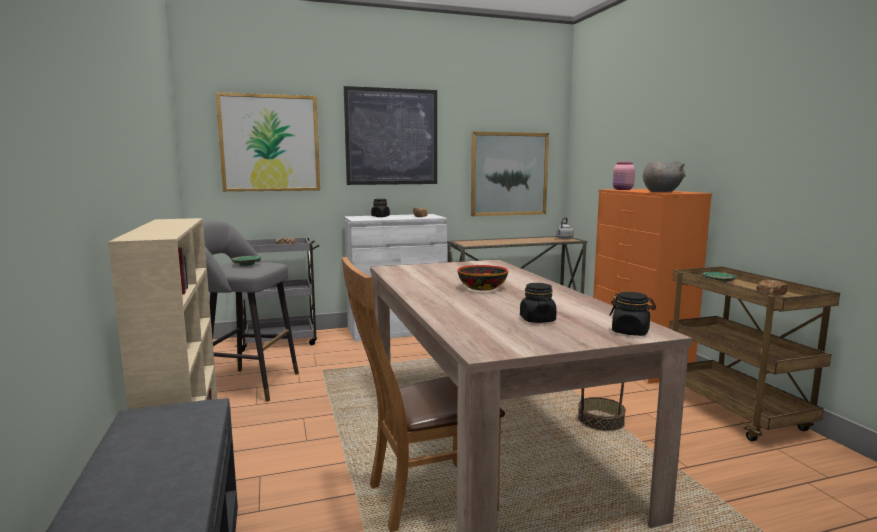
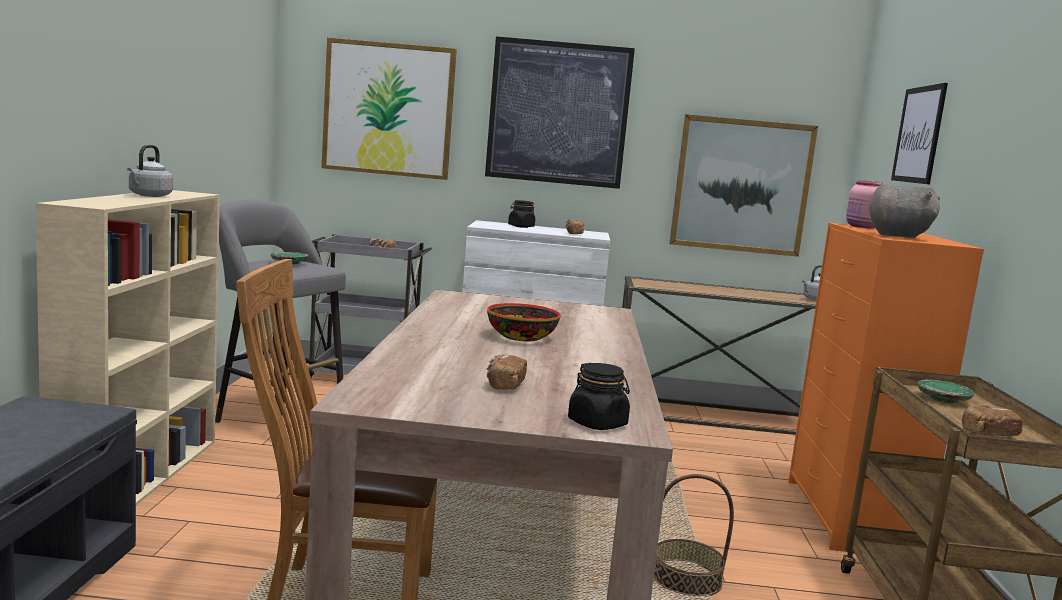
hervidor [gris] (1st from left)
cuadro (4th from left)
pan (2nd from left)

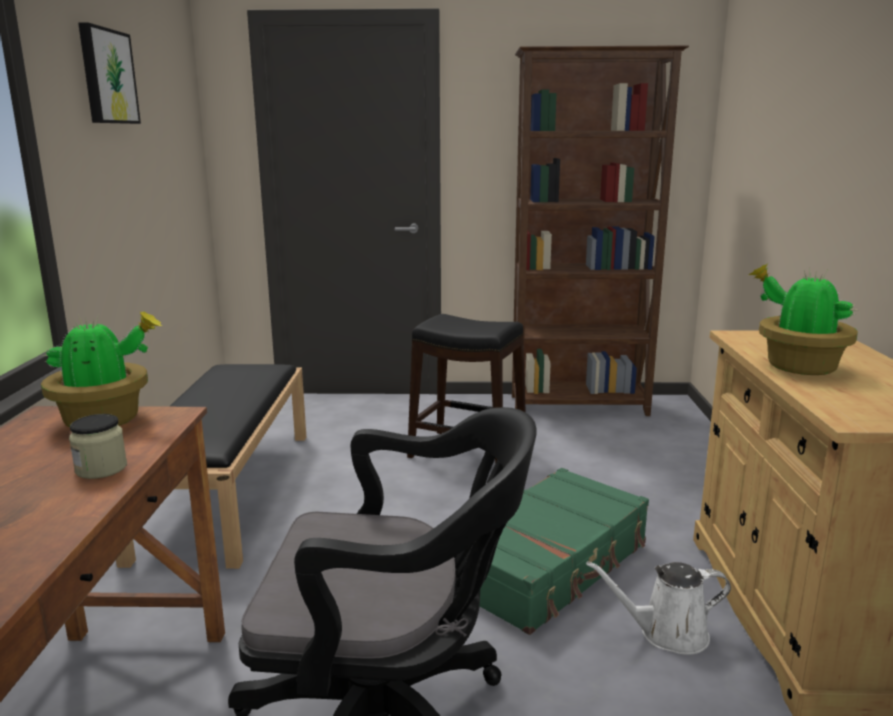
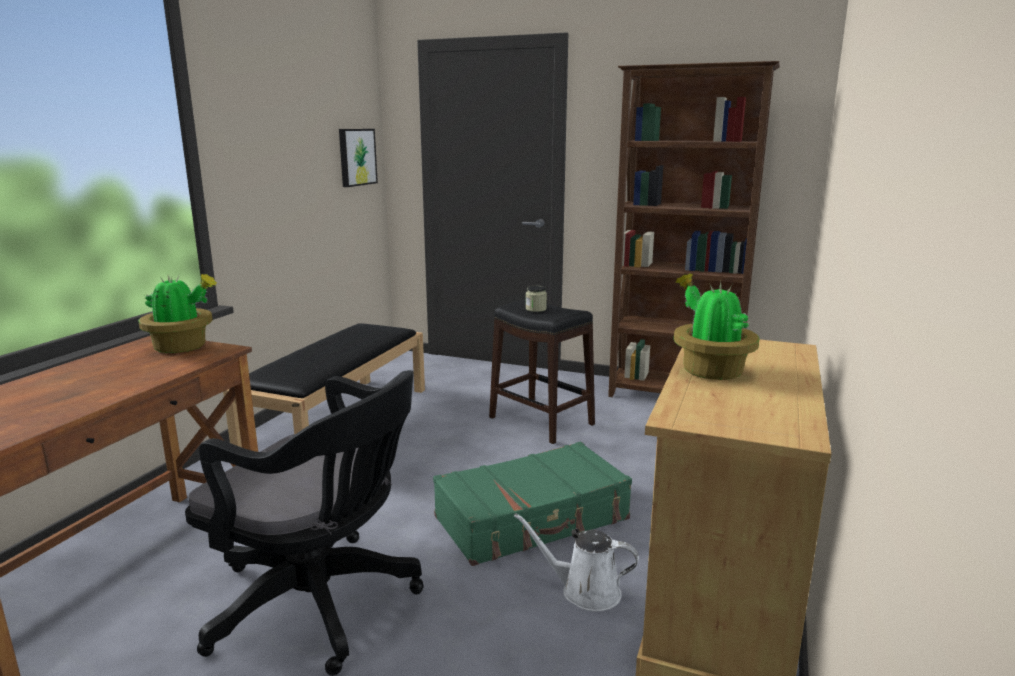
tarro
cuadro

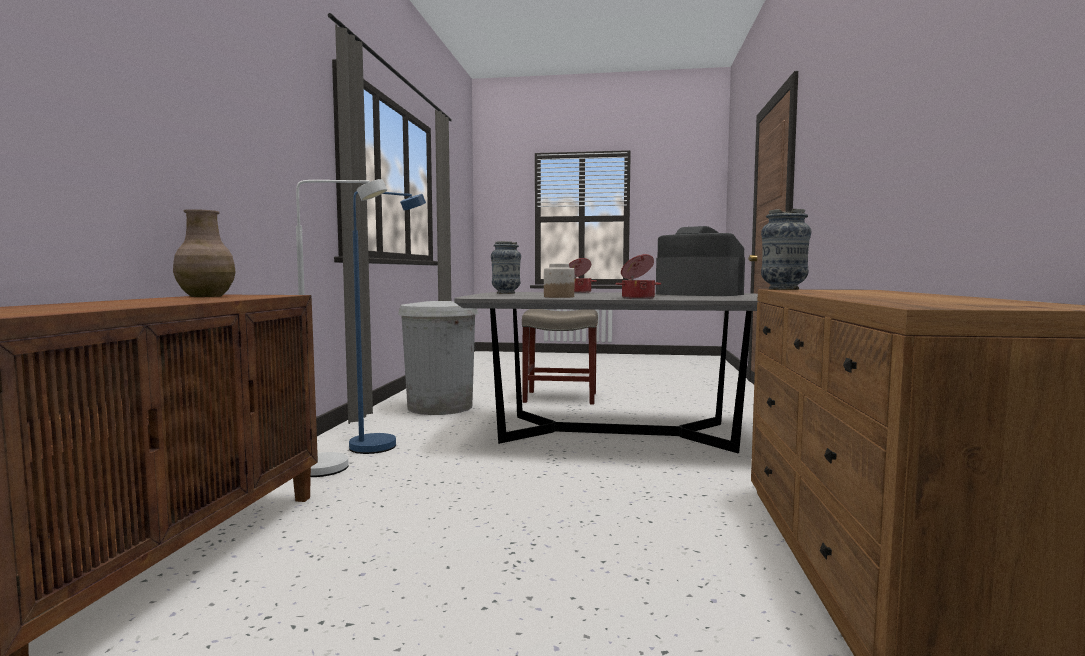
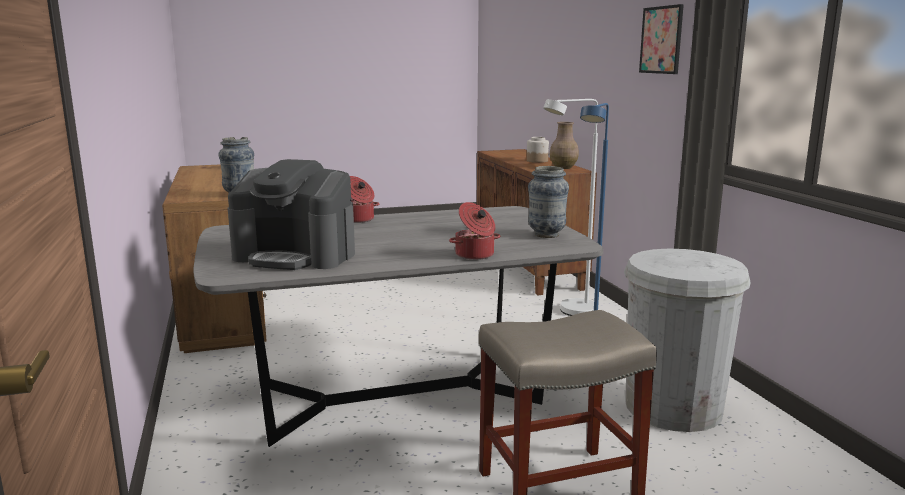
cuadro
tarro

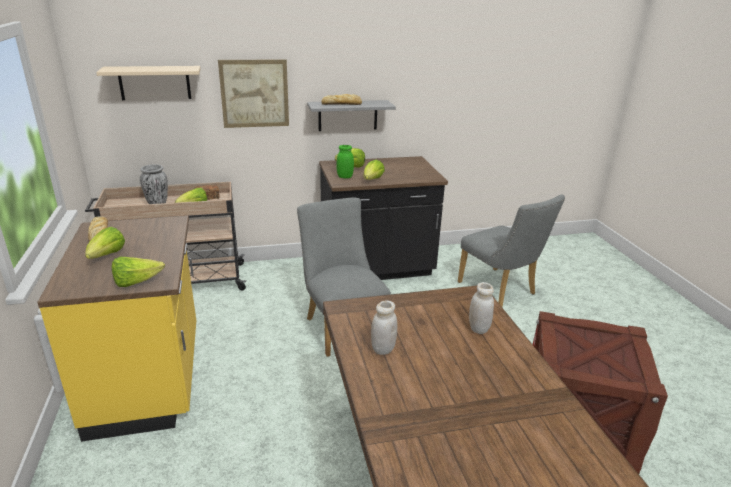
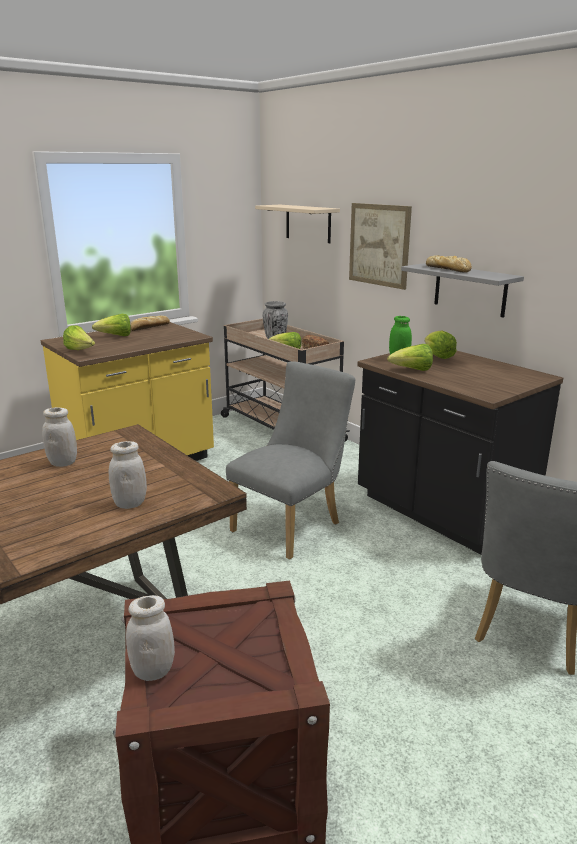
tarro [blanco] (3rd from left)

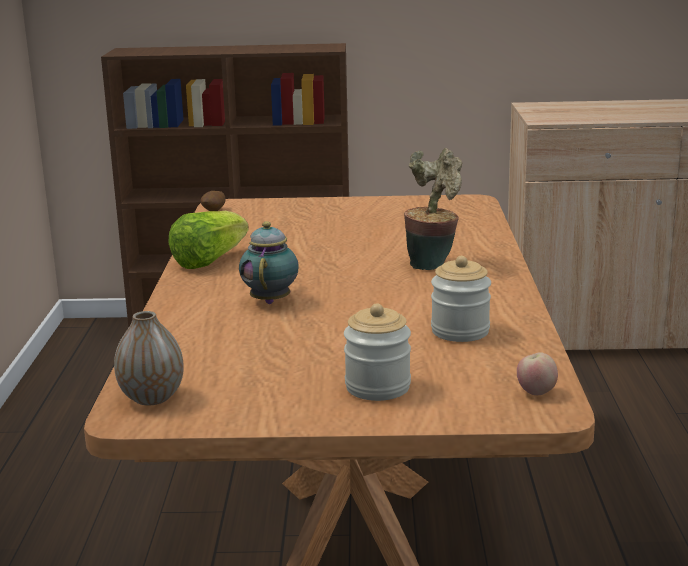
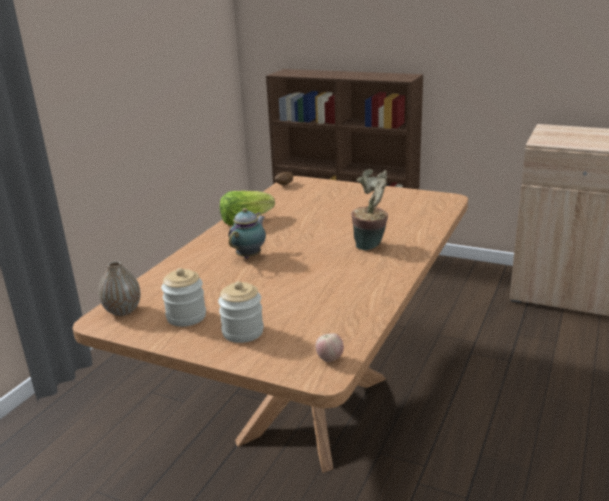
tarro (1st from left)

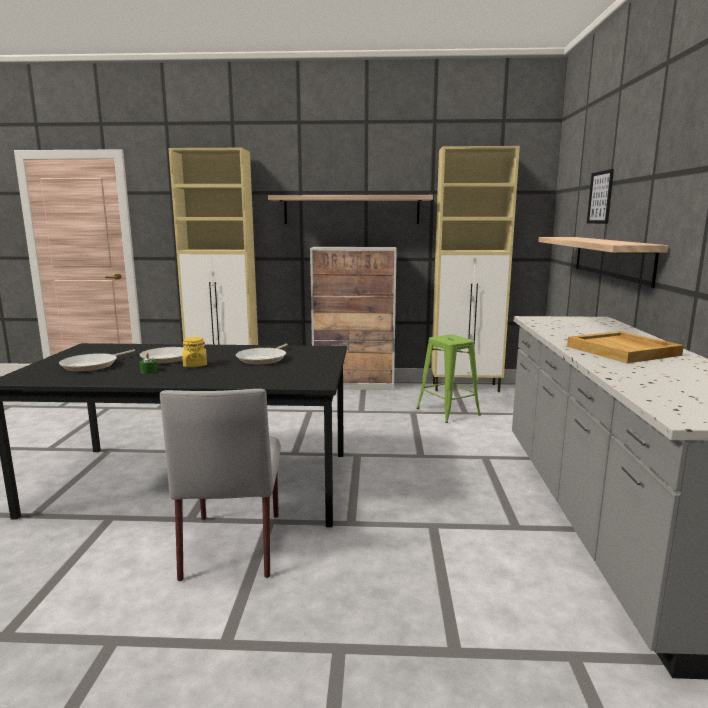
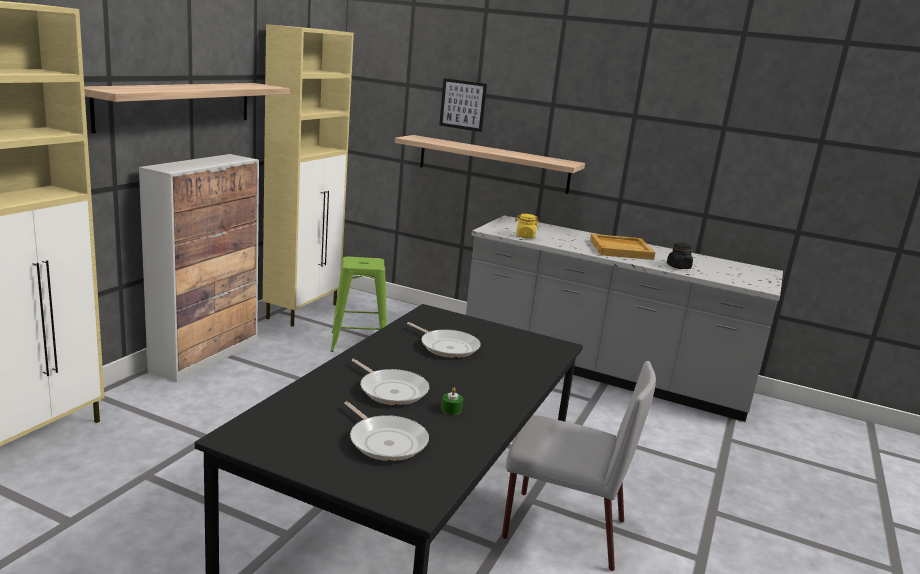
tarro [negro]
tarro [amarillo]

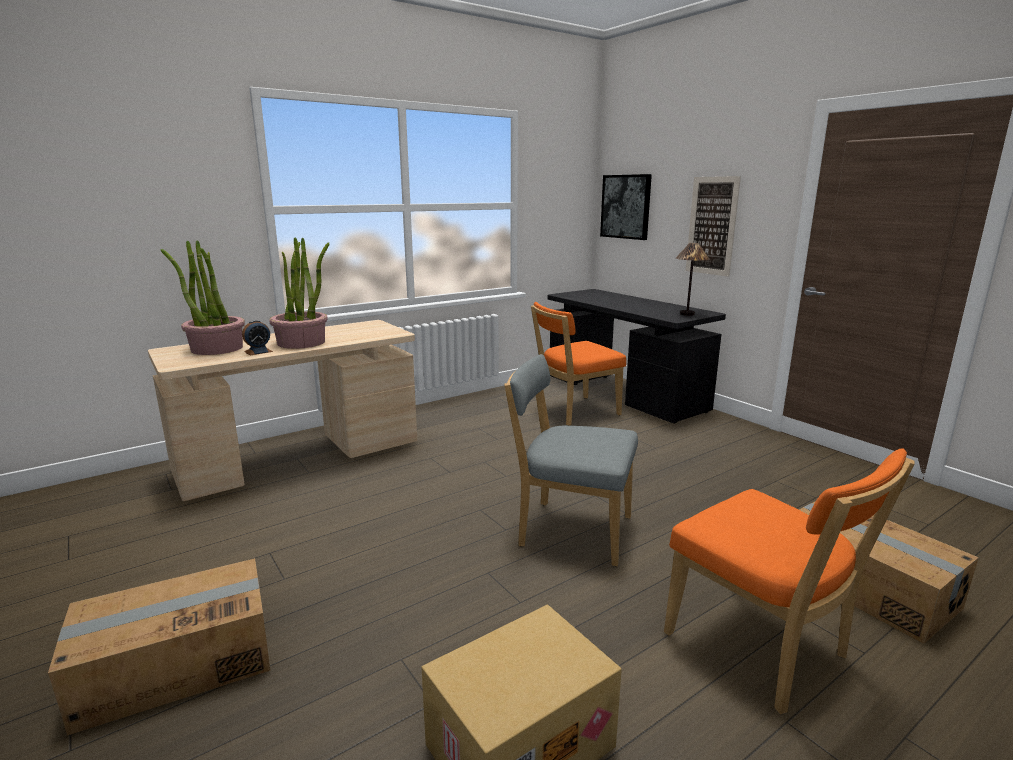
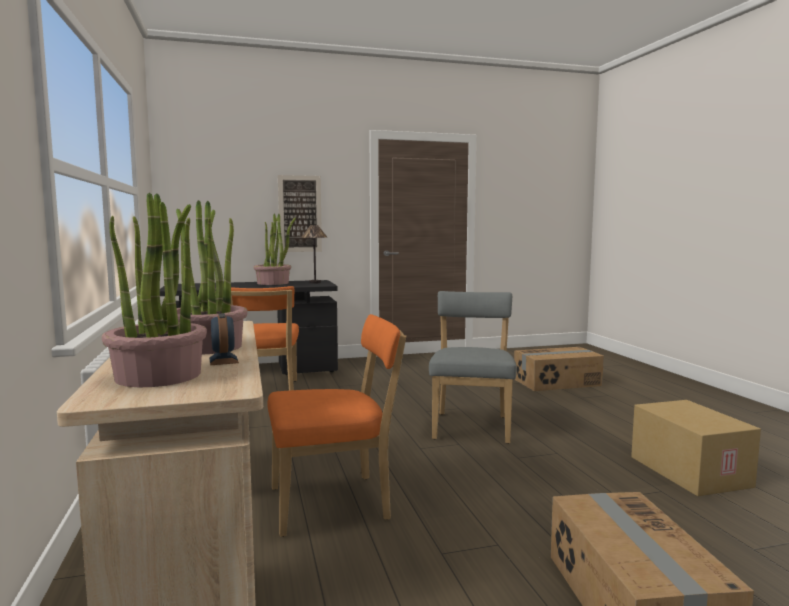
cuadro (1st from left in the first image)
planta en maceta (3rd from left)
silla [naranja] (2nd from left)
silla [gris]

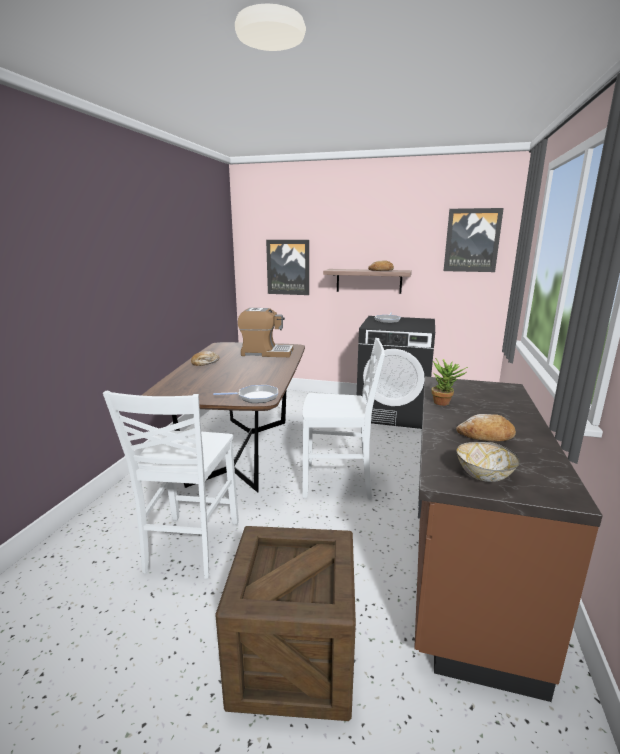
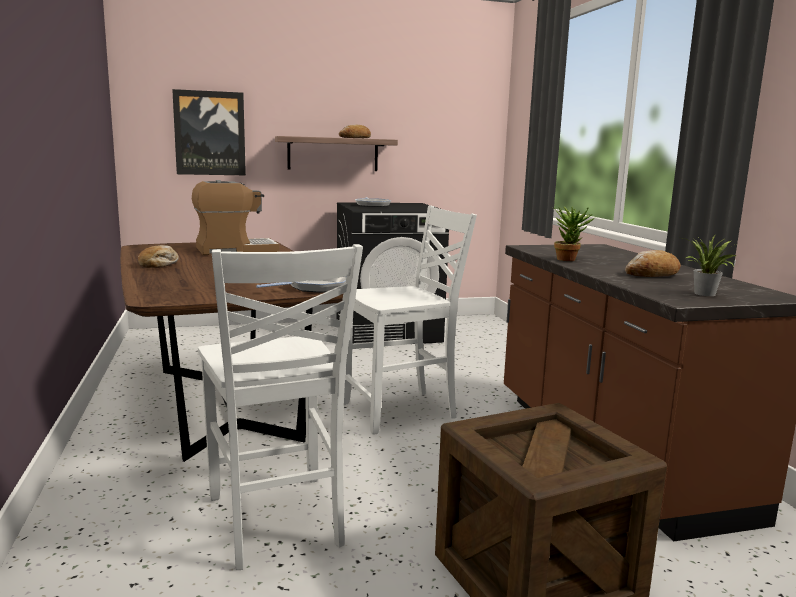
cuadro (2nd from left in the first image)
planta en maceta (2nd from left)

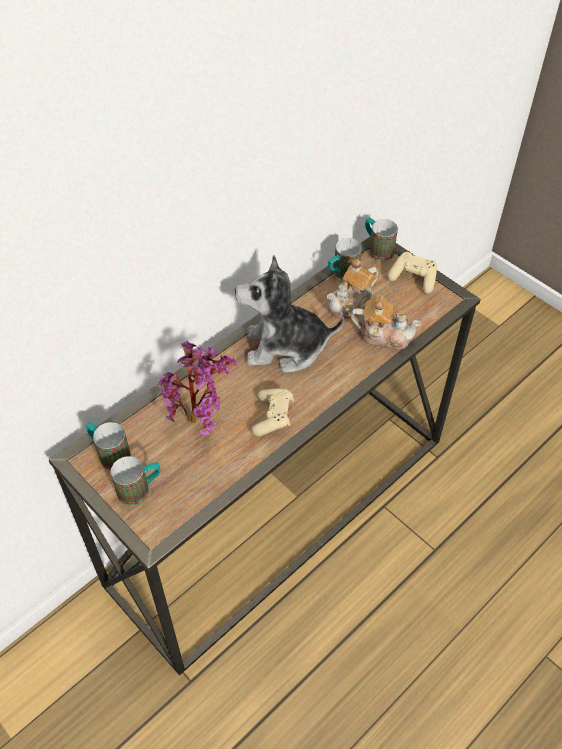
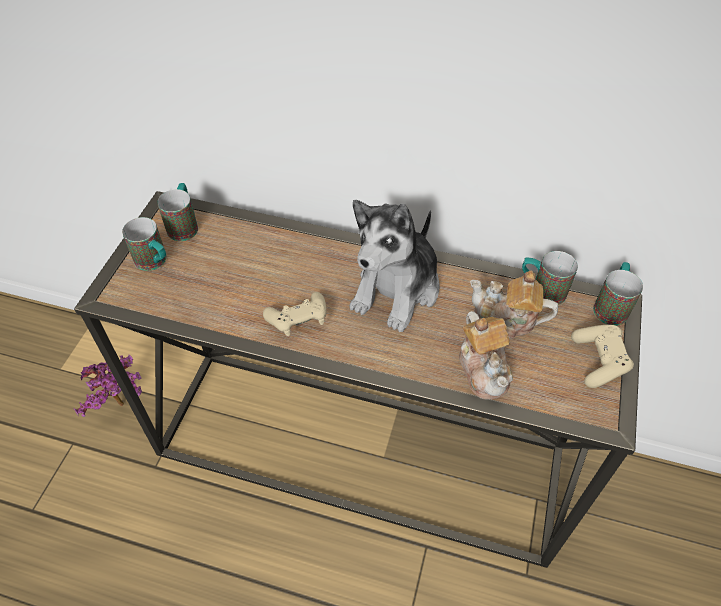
planta en maceta
peluche

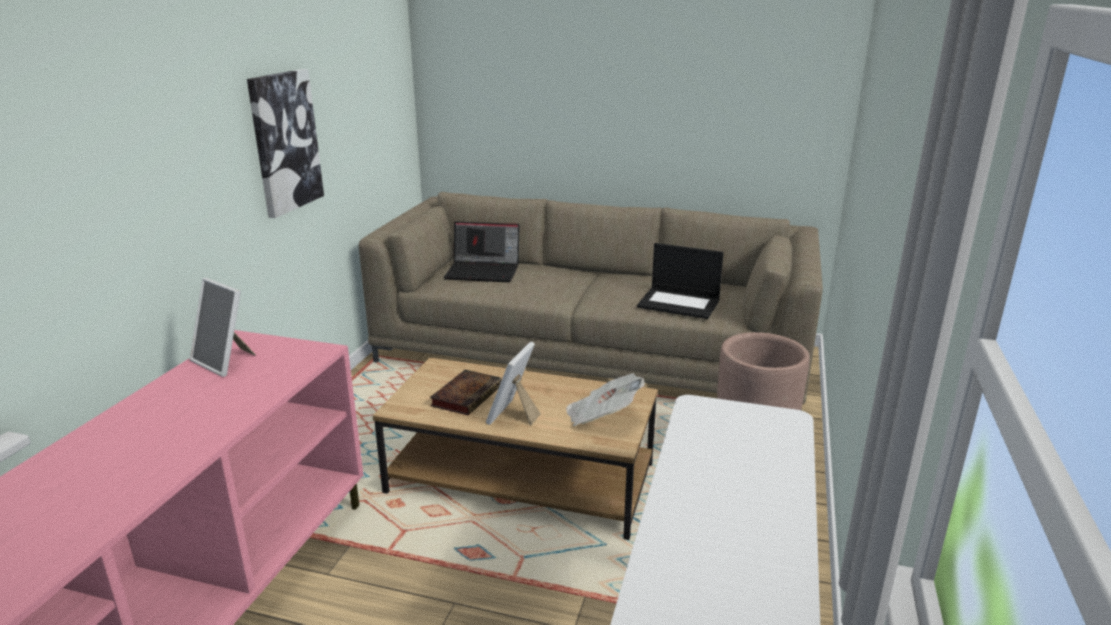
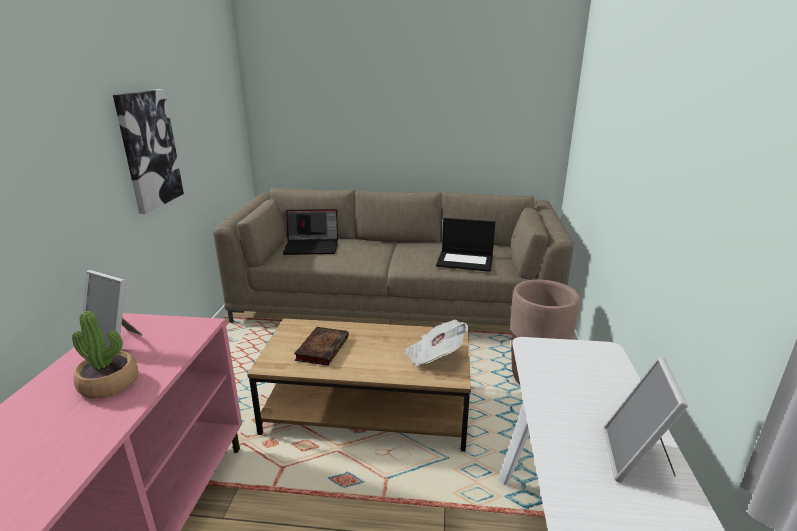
planta en maceta
portarretratos (2nd from left)

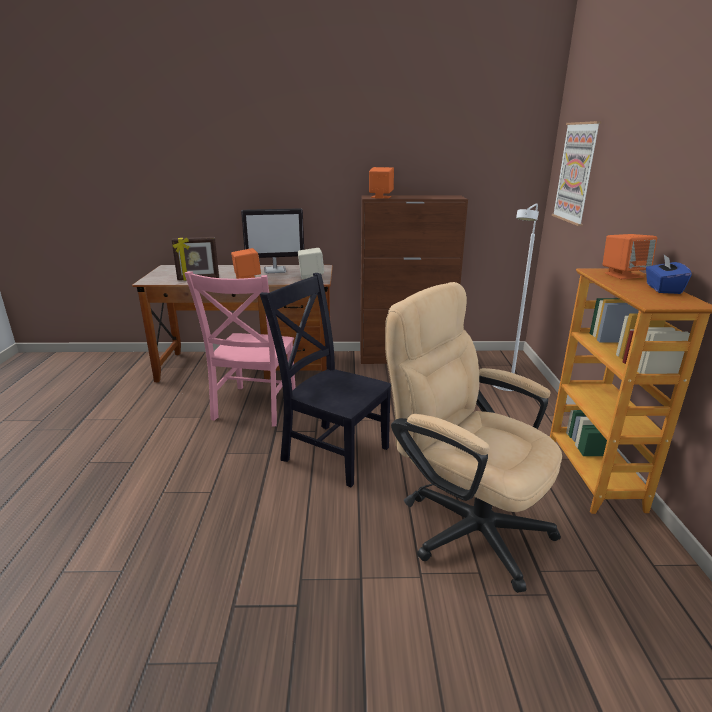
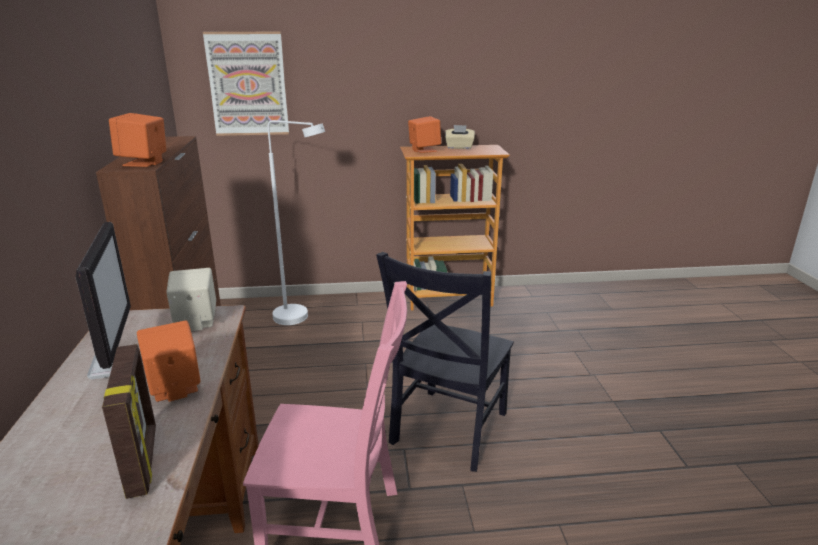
silla de oficina [beis]
caja de pañuelos [beis]

